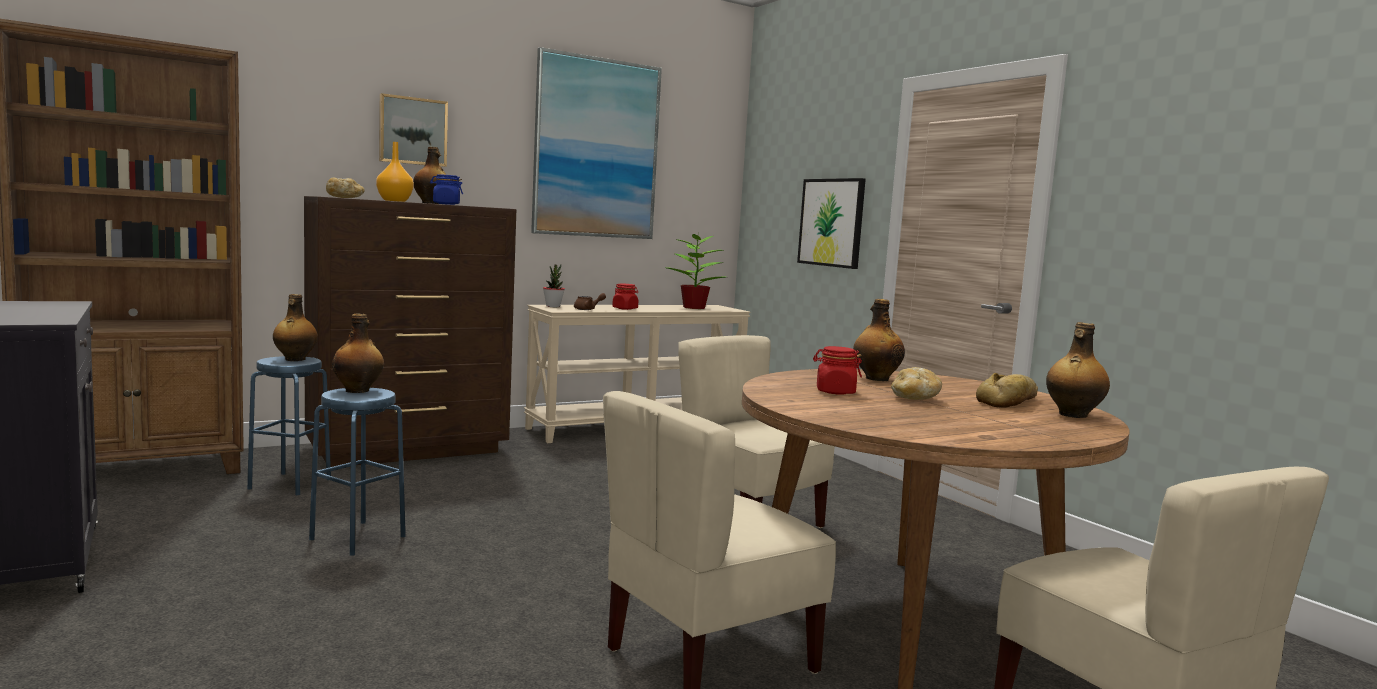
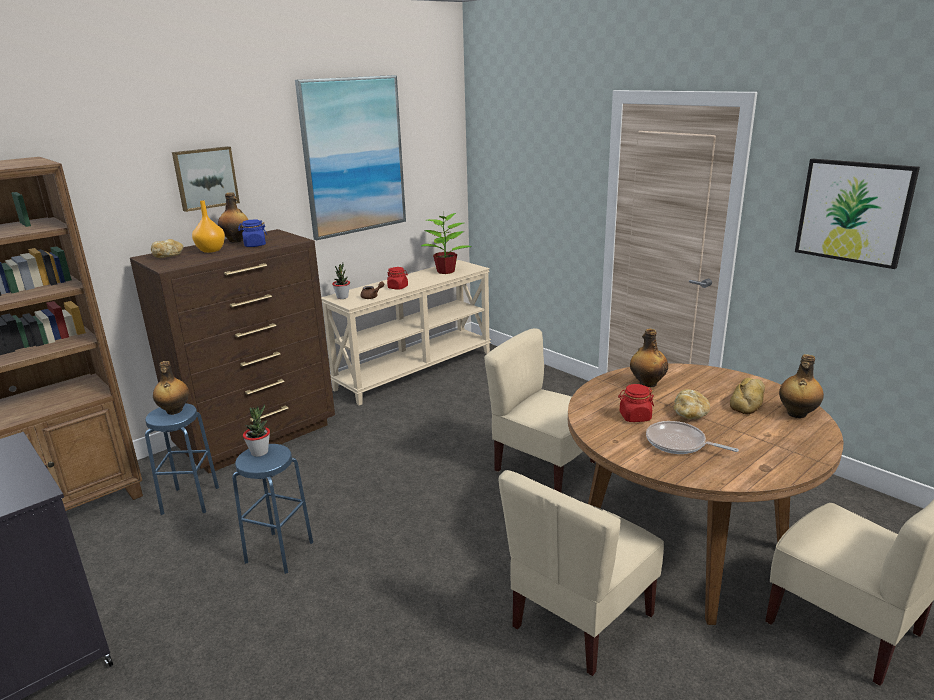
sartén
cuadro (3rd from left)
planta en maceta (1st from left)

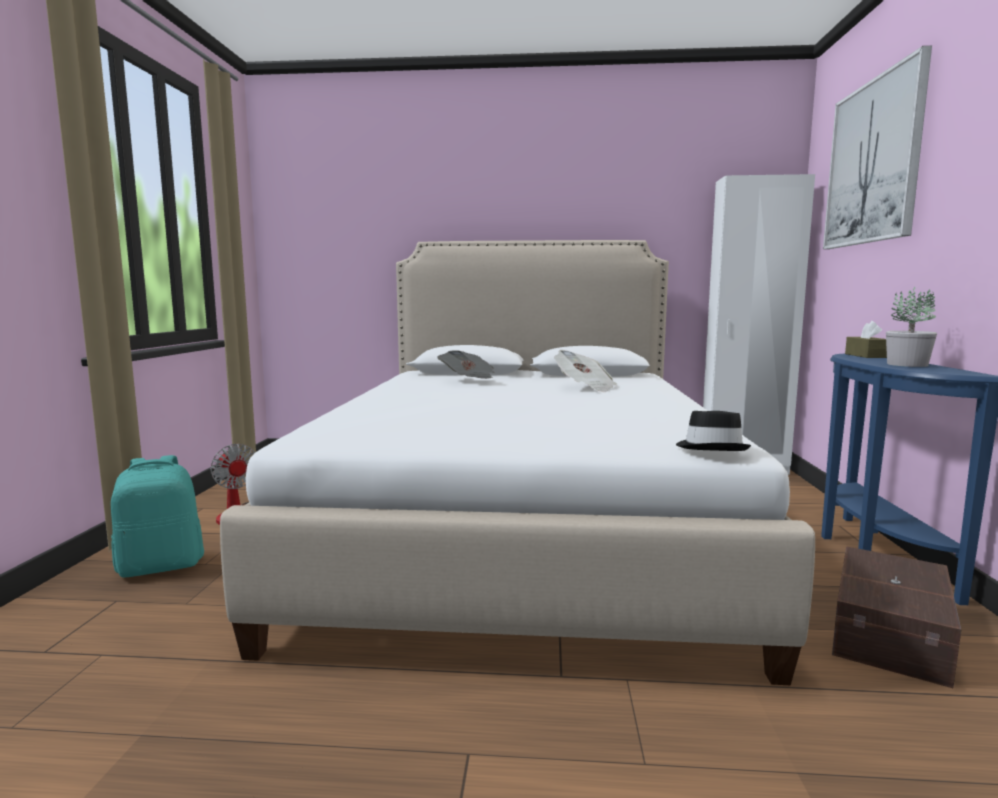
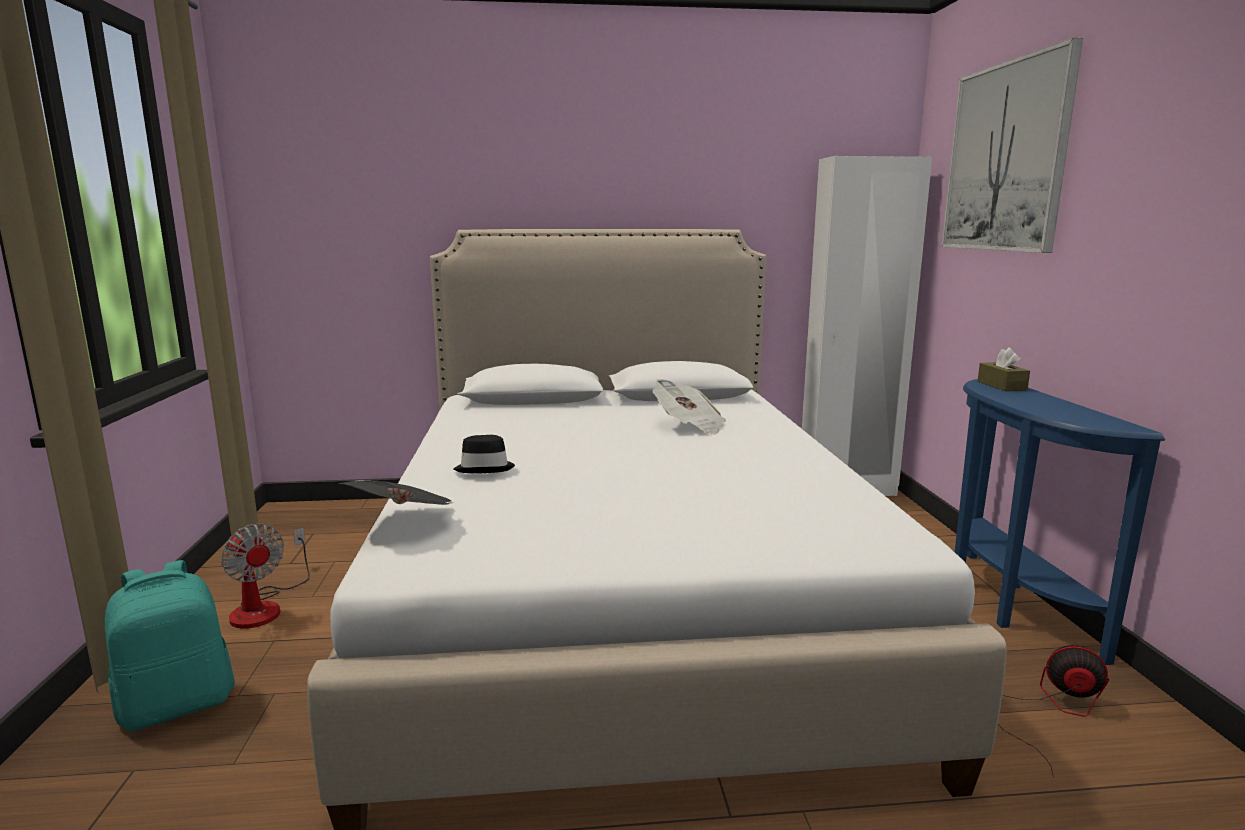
planta en maceta
periódico (1st from left)
sombrero [negro]
ventilador (2nd from left)

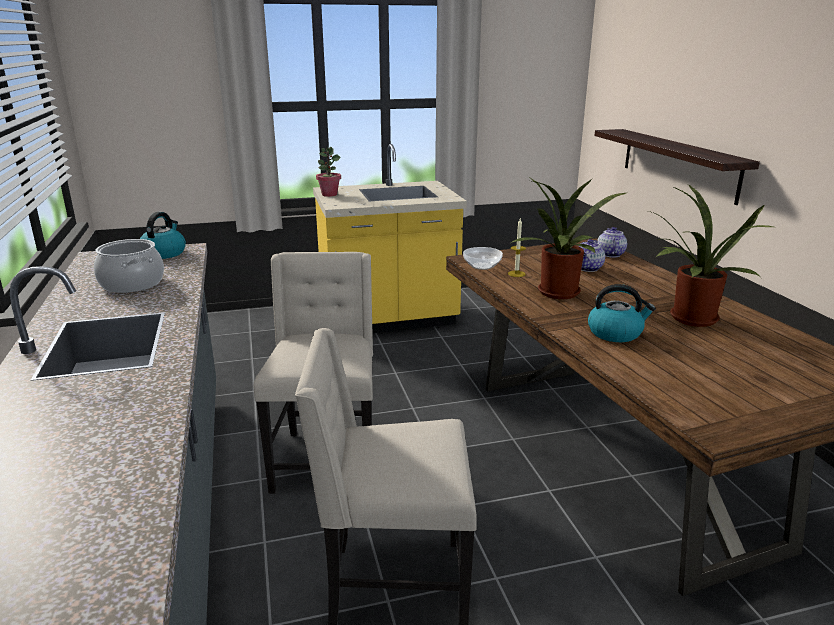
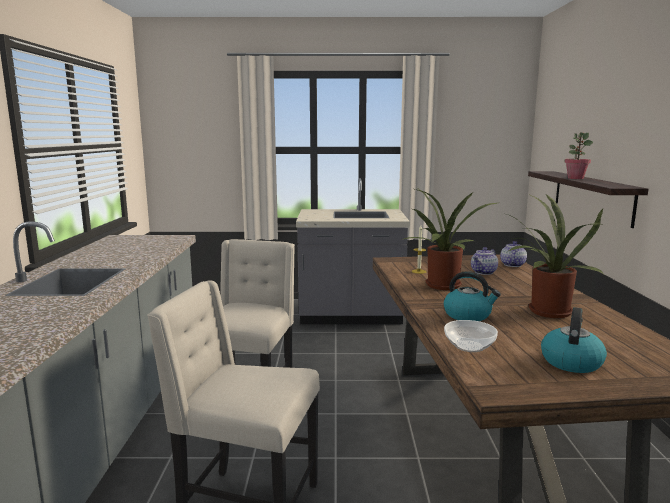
olla
hervidor (2nd from left)
planta en maceta (3rd from left)
cuenco
mueble bajo de cocina [gris] (2nd from left)

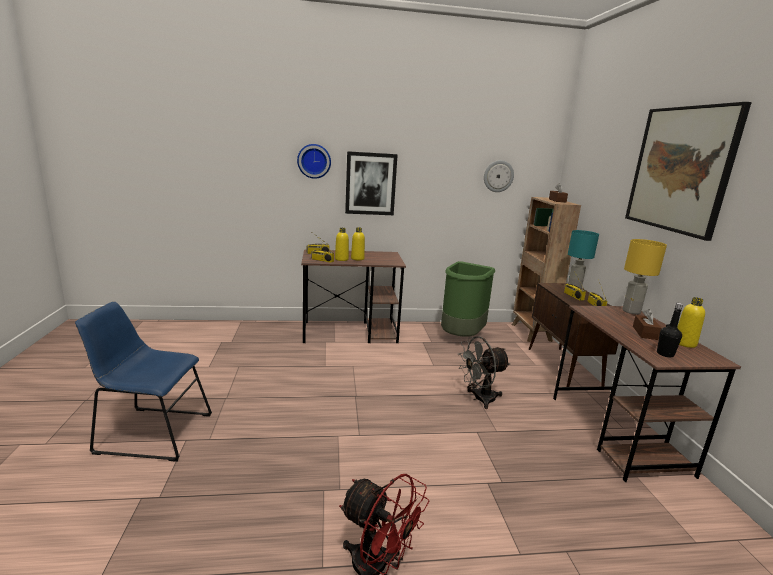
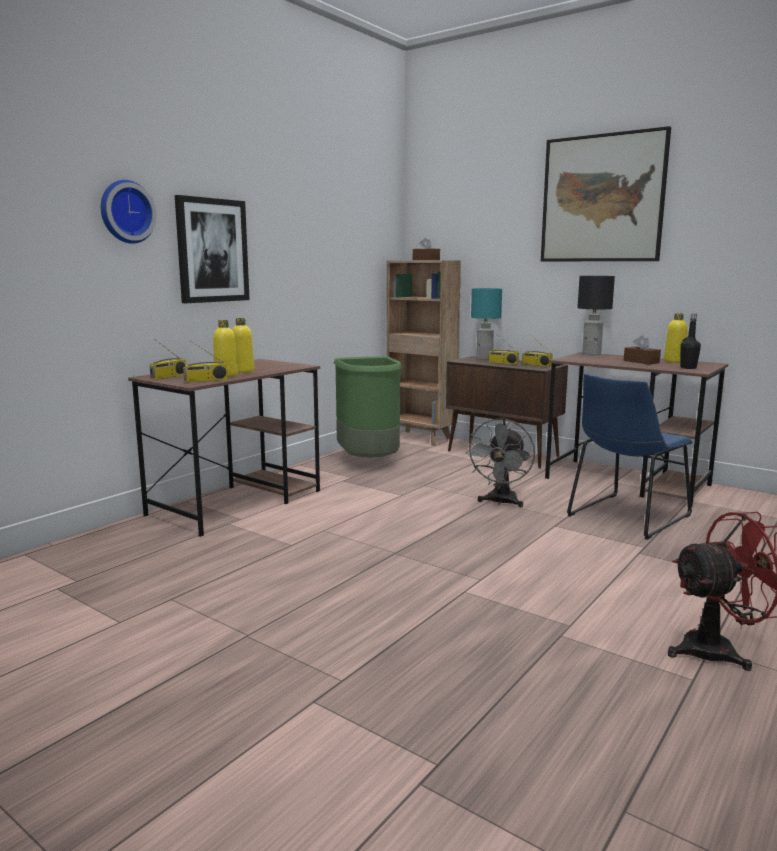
reloj de pared (2nd from left in the first image)
silla [azul]
lámpara de mesa [negro]

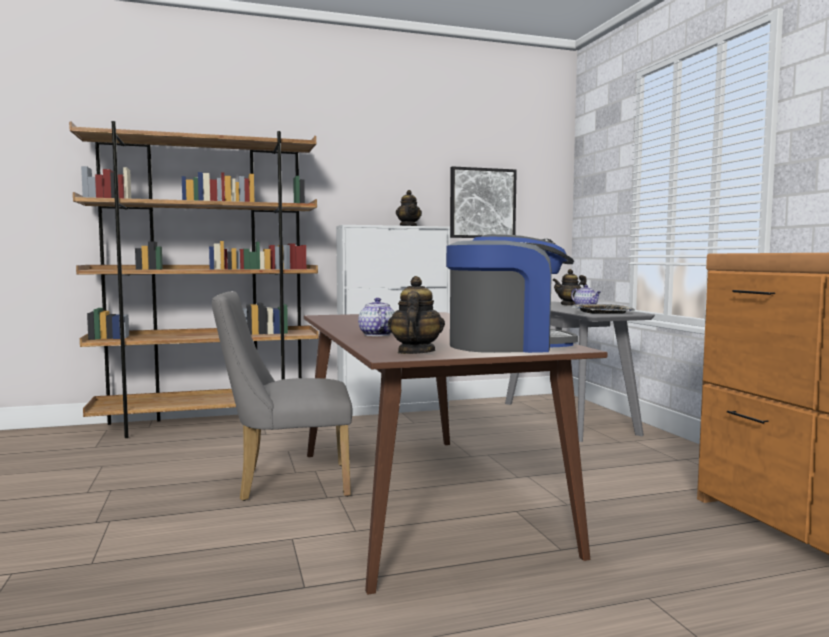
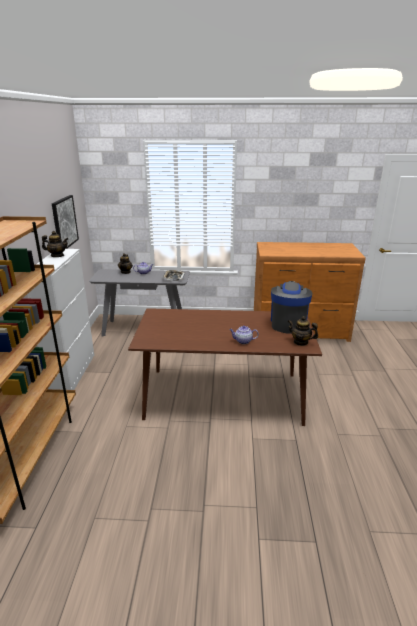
silla [gris]

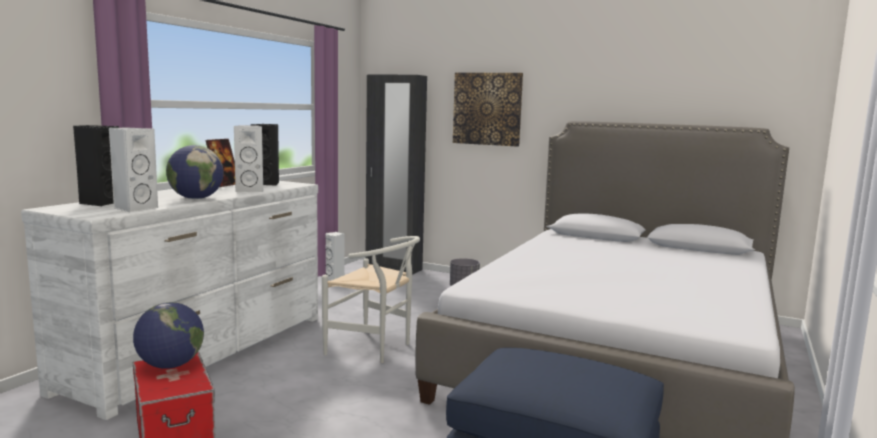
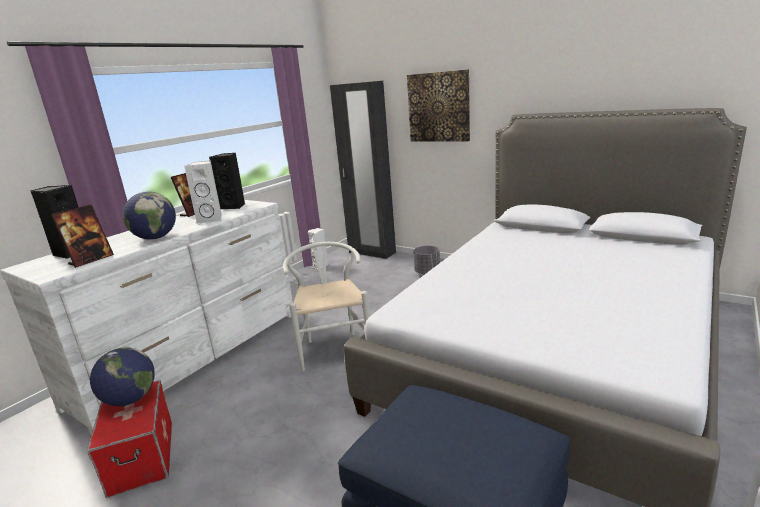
portarretratos (1st from left)
silla [blanco]

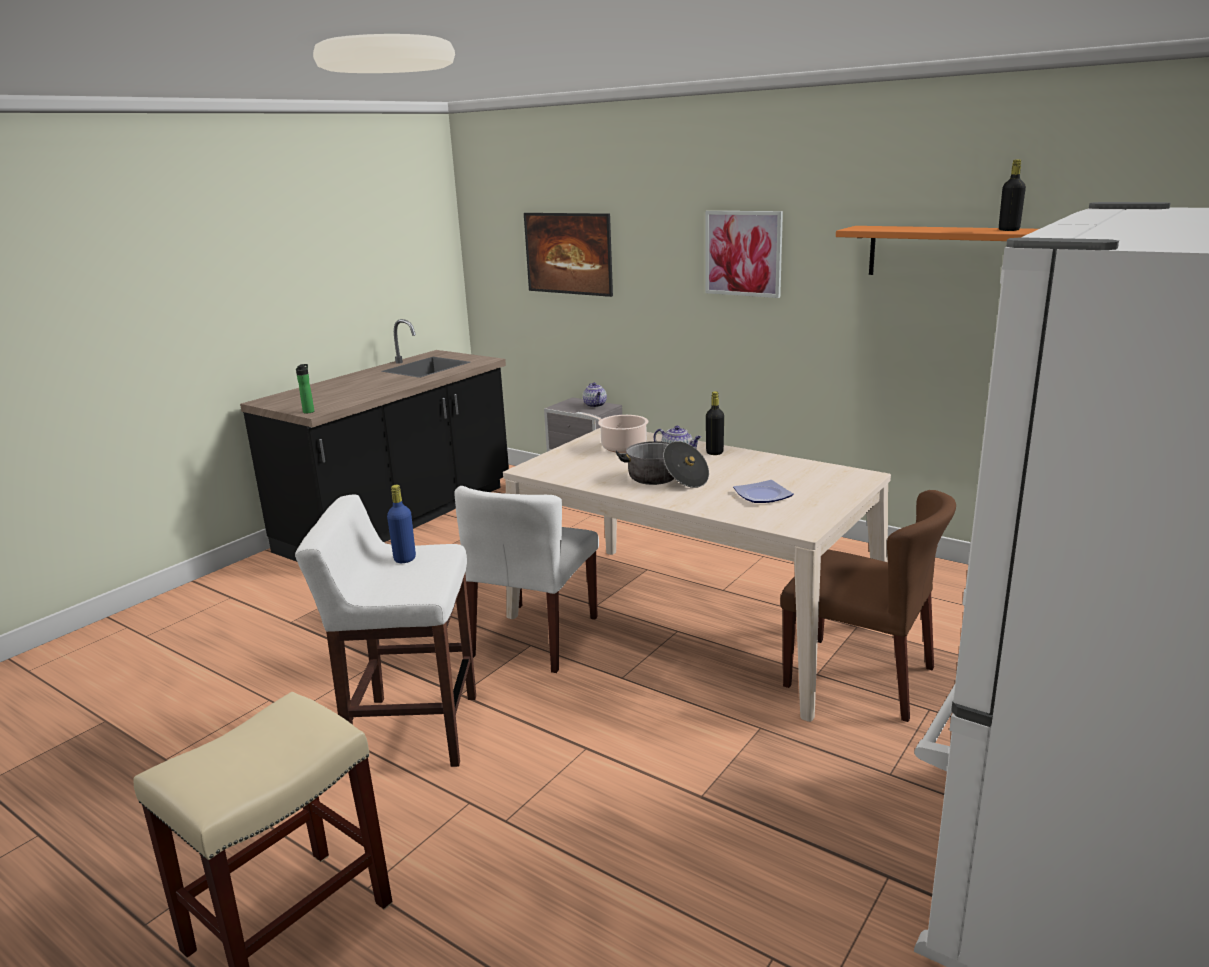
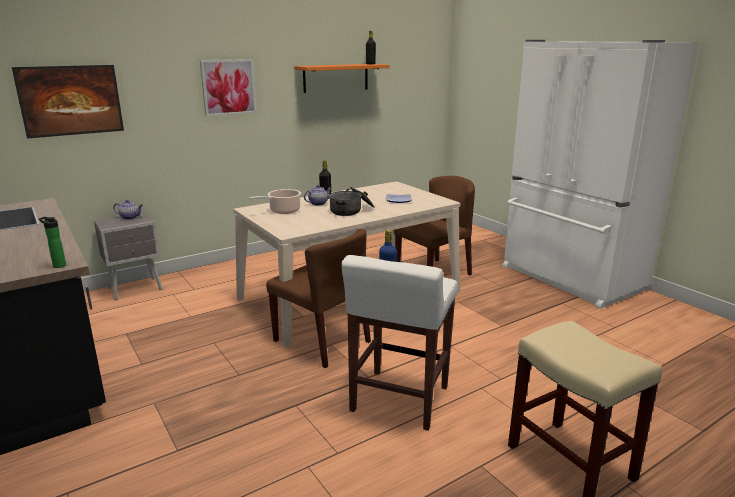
silla [marrón] (1st from left)

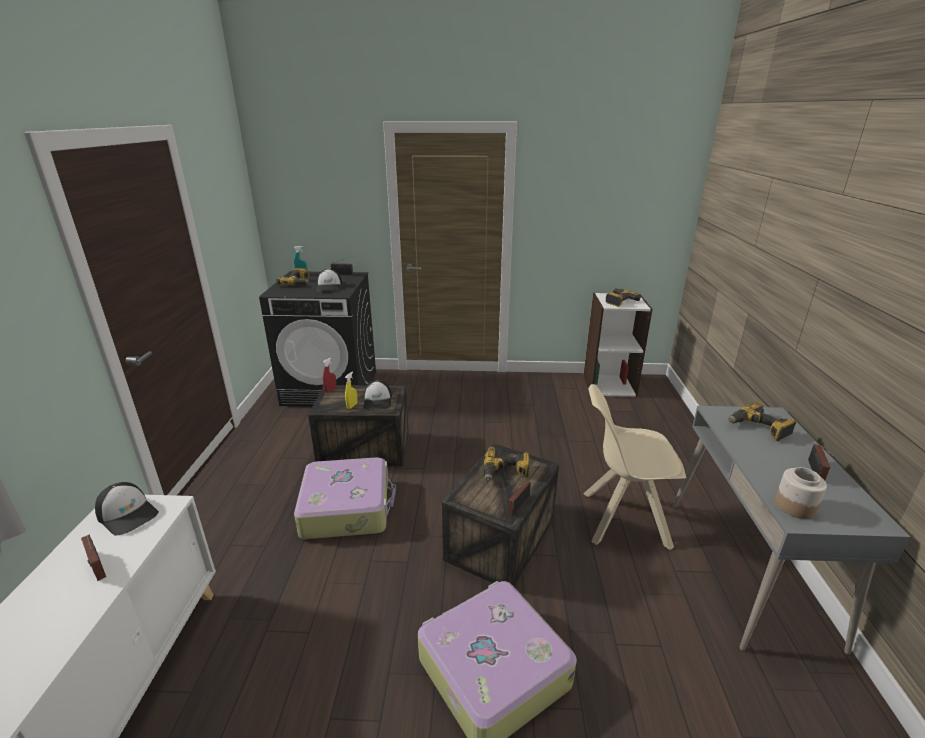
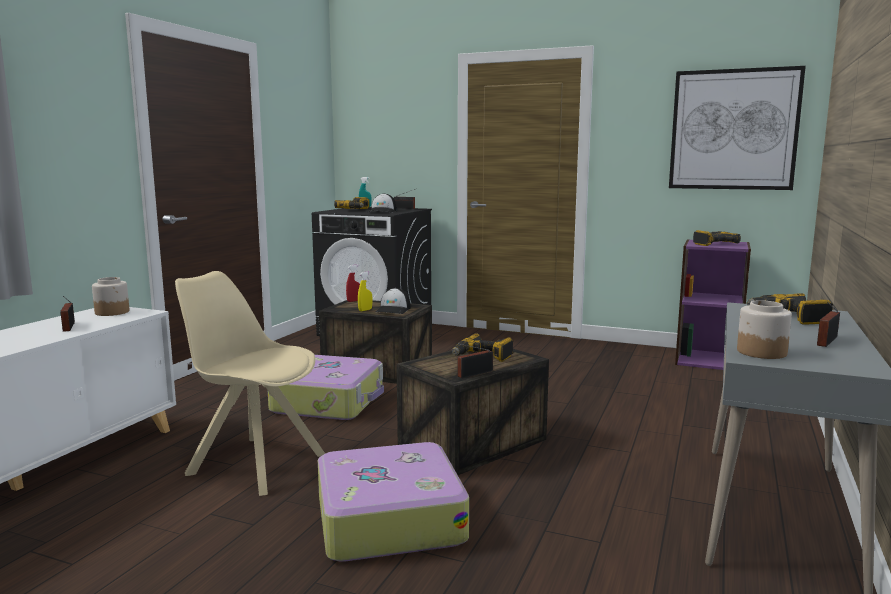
cuadro
silla [beis]
tarro (1st from left)
estantería [morado]

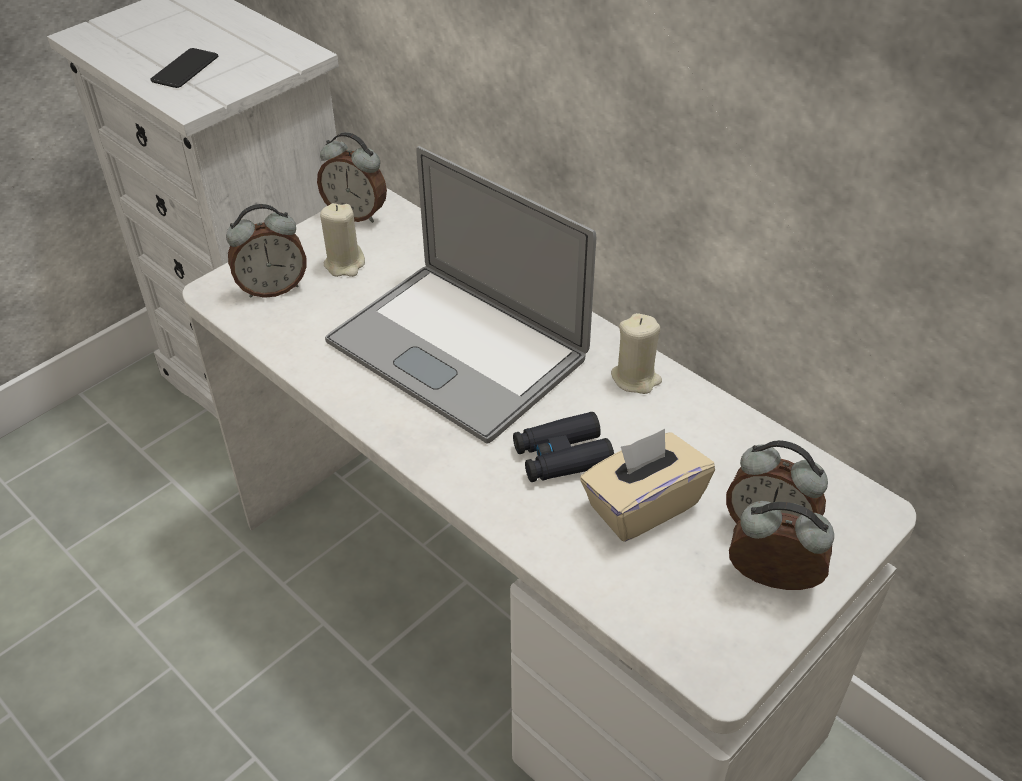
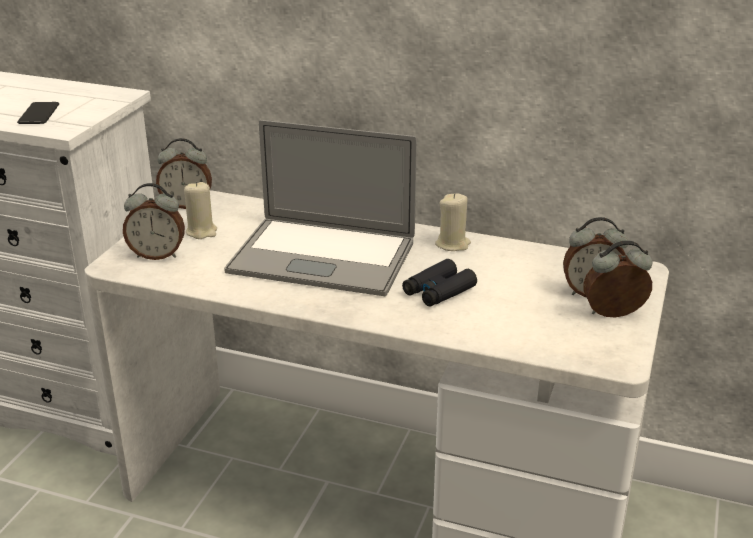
caja de pañuelos [beis]
despertador (1st from left)

